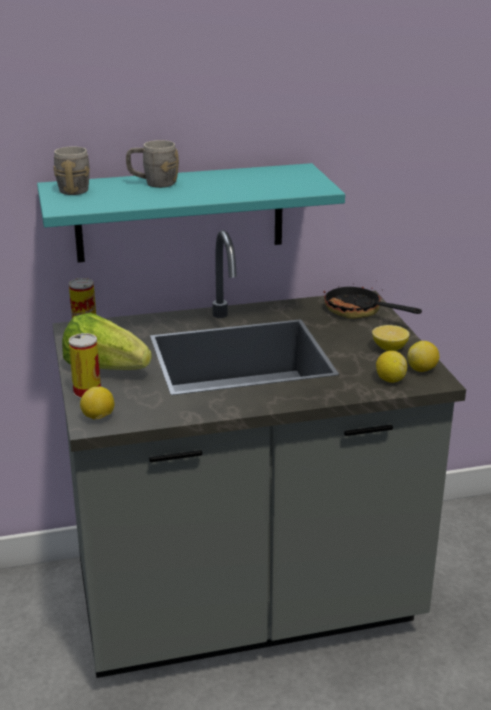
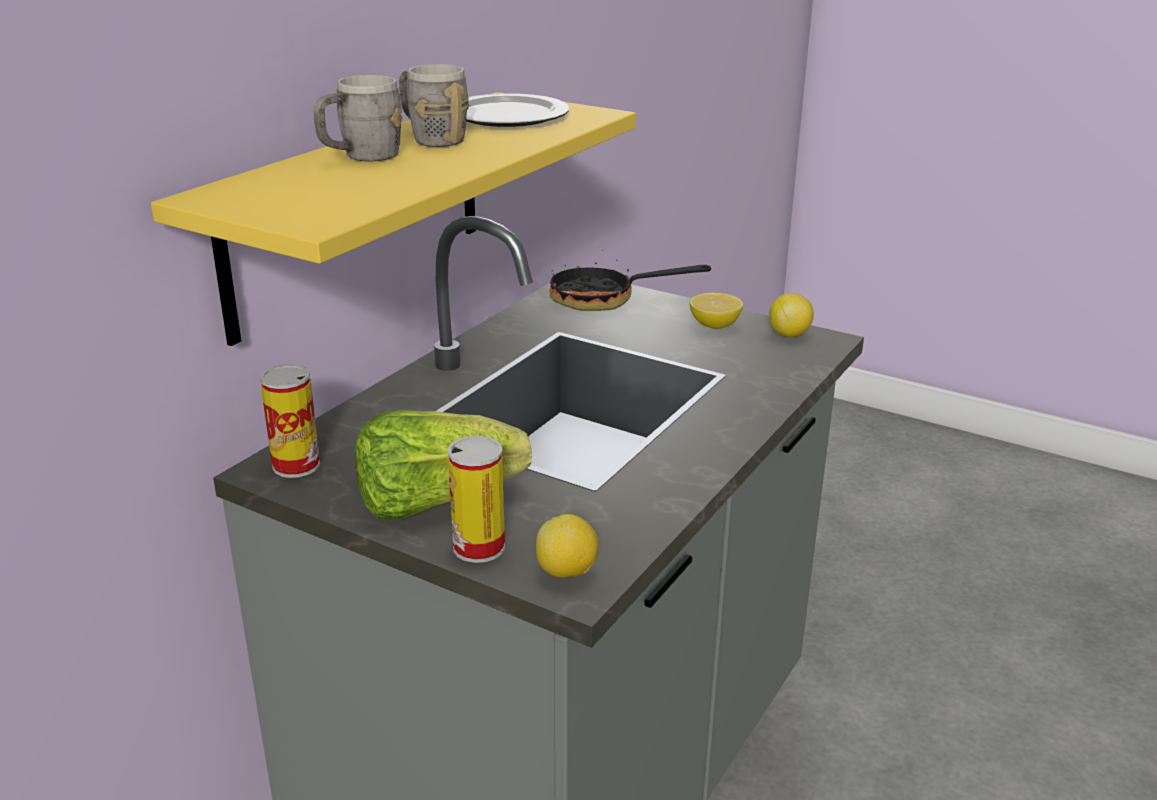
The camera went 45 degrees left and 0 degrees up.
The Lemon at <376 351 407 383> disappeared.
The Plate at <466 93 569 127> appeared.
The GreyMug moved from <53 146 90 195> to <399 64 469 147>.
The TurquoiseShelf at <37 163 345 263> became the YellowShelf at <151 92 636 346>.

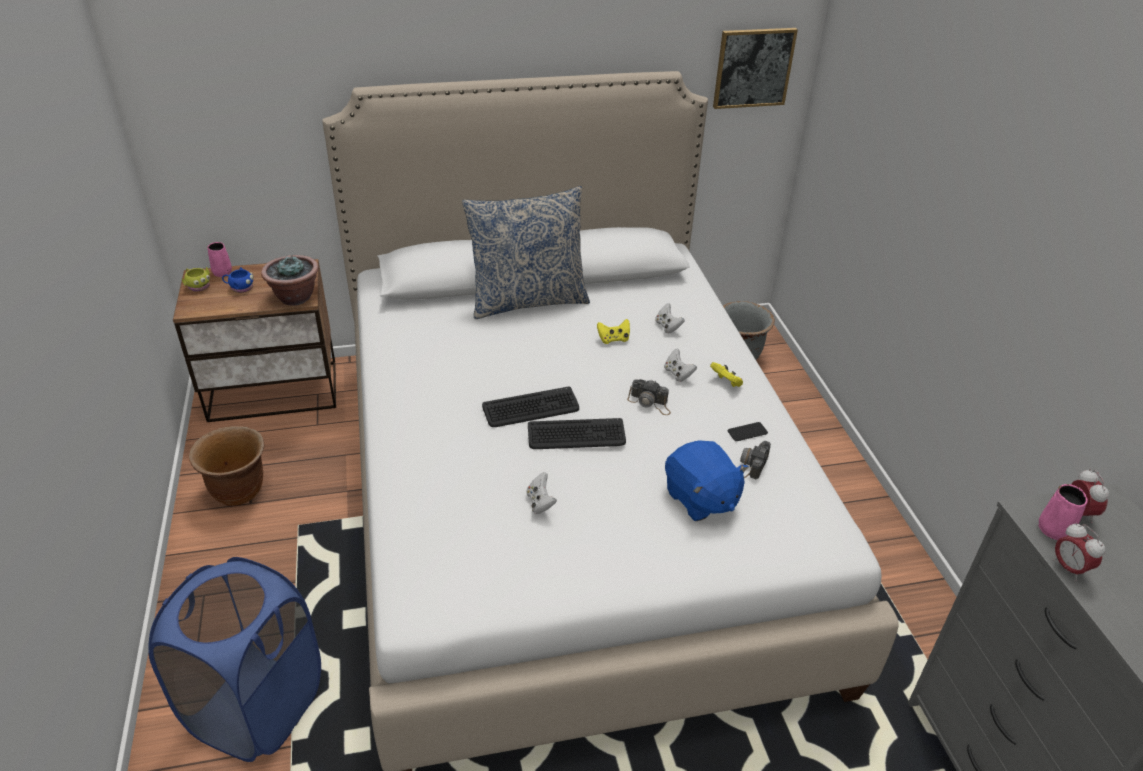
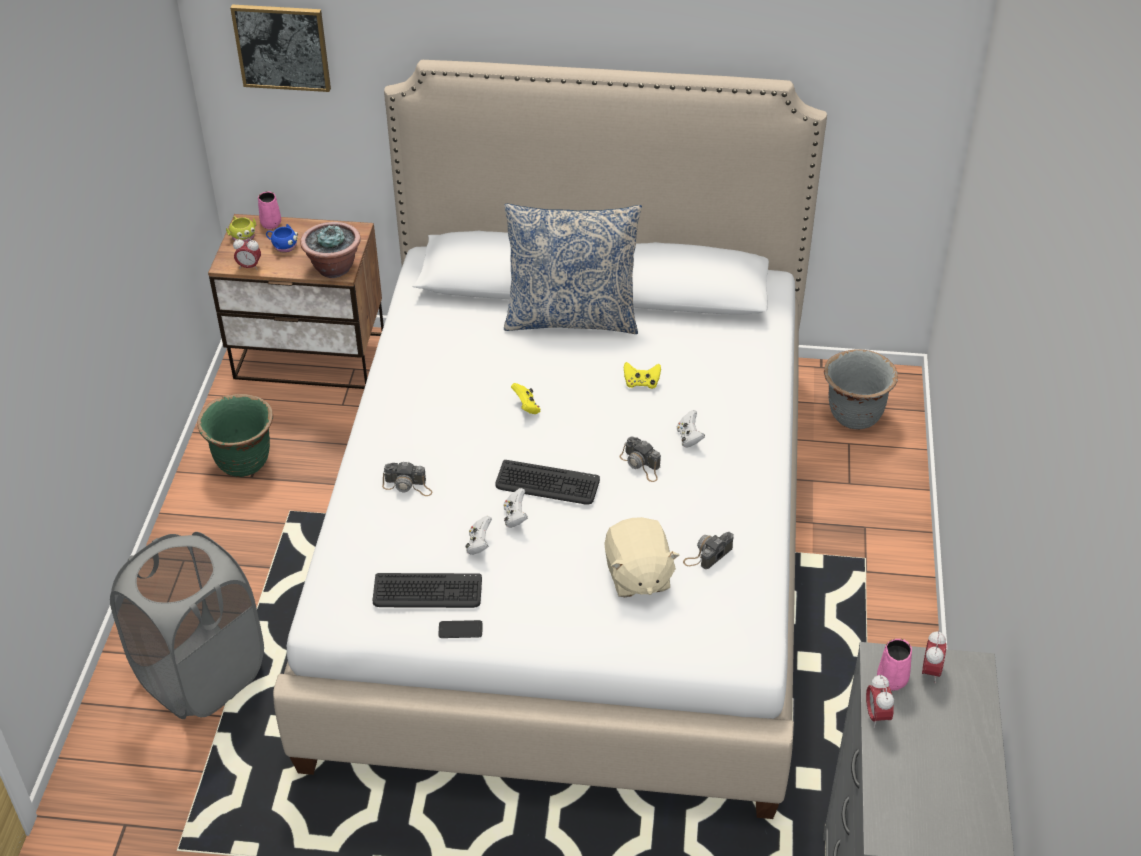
The camera went 20 degrees right and 5 degrees up.
The AlarmClock at <233 237 261 270> appeared.
The PhotoCamera at <382 461 432 496> appeared.
The Keyboard moved from <482 387 579 427> to <373 573 482 608>.
The WhiteGameController moved from <655 303 685 333> to <504 488 528 528>.
The YellowGameController moved from <710 362 743 387> to <511 383 540 414>.
The Picture moved from <713 28 798 109> to <230 5 331 92>.
The Phone moved from <728 422 768 441> to <438 620 483 638>.
The BlueLaundryBasket at <149 557 321 762> became the GreyLaundryBasket at <110 532 264 719>.
The BrownPlanter at <189 426 264 506> became the GreenPlanter at <197 394 273 477>.
The BluePlushToy at <665 441 749 521> became the BeigePlushToy at <604 517 680 597>.

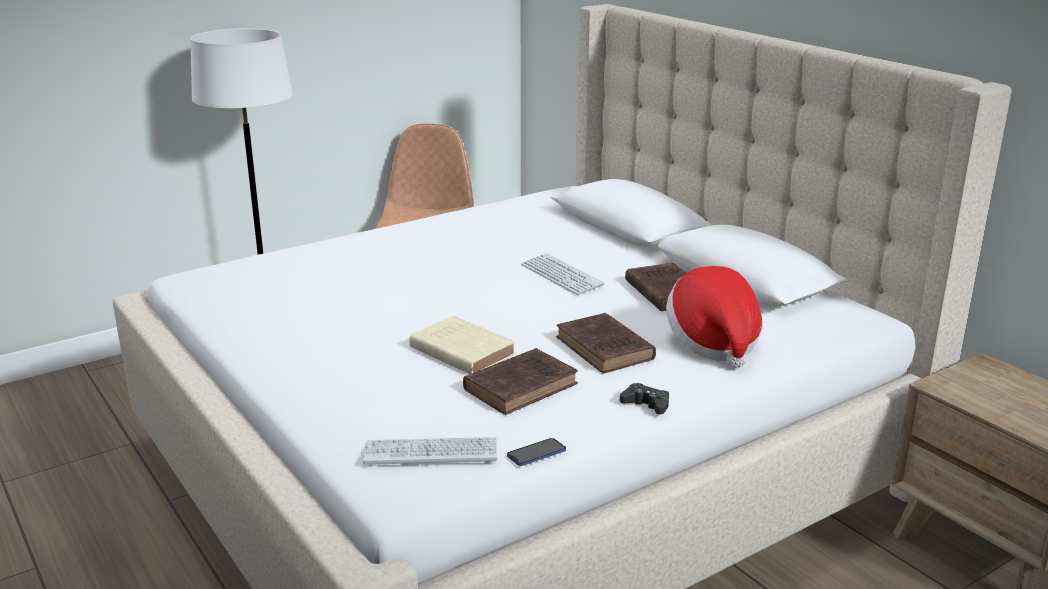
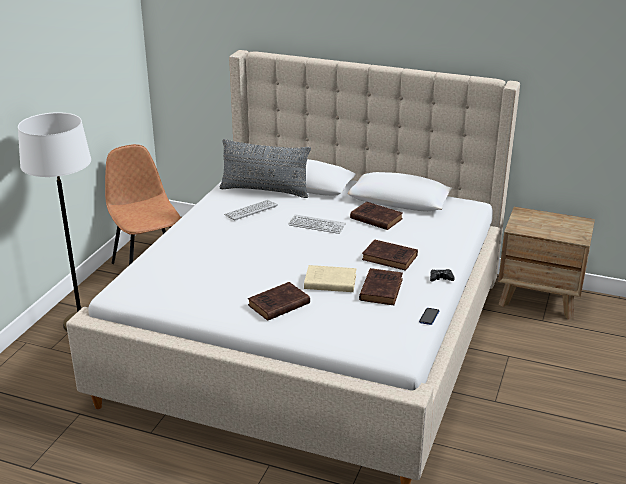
The camera went 35 degrees left and 5 degrees up.
The Hat at <666 266 763 368> disappeared.
The GreyPillow at <220 139 311 198> appeared.
The BrownBook at <248 282 310 321> appeared.
The Keyboard moved from <363 437 497 466> to <224 200 278 221>.

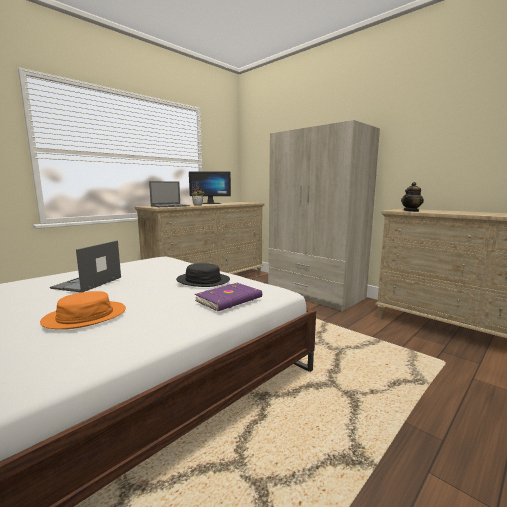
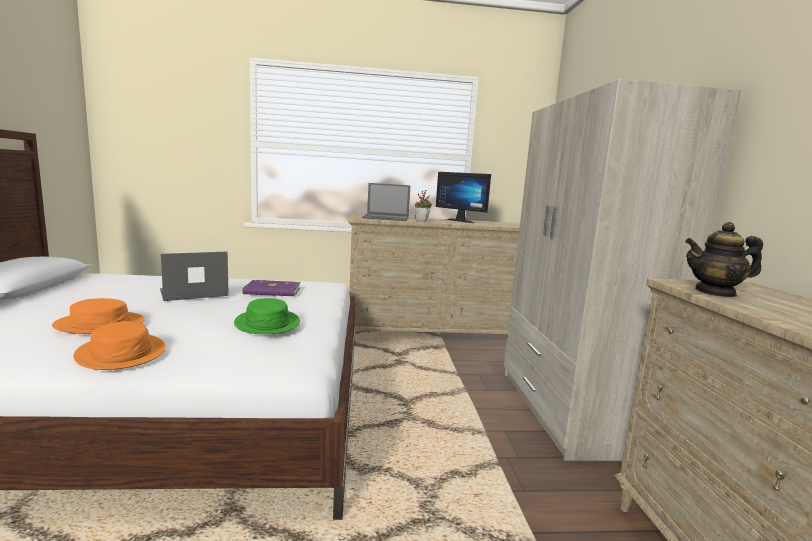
The camera went 40 degrees right and 0 degrees up.
The OrangeHat at <73 321 166 370> appeared.
The PurpleBook moved from <195 283 262 311> to <242 280 300 296>.
The BlackHat at <176 263 230 287> became the GreenHat at <234 298 300 334>.

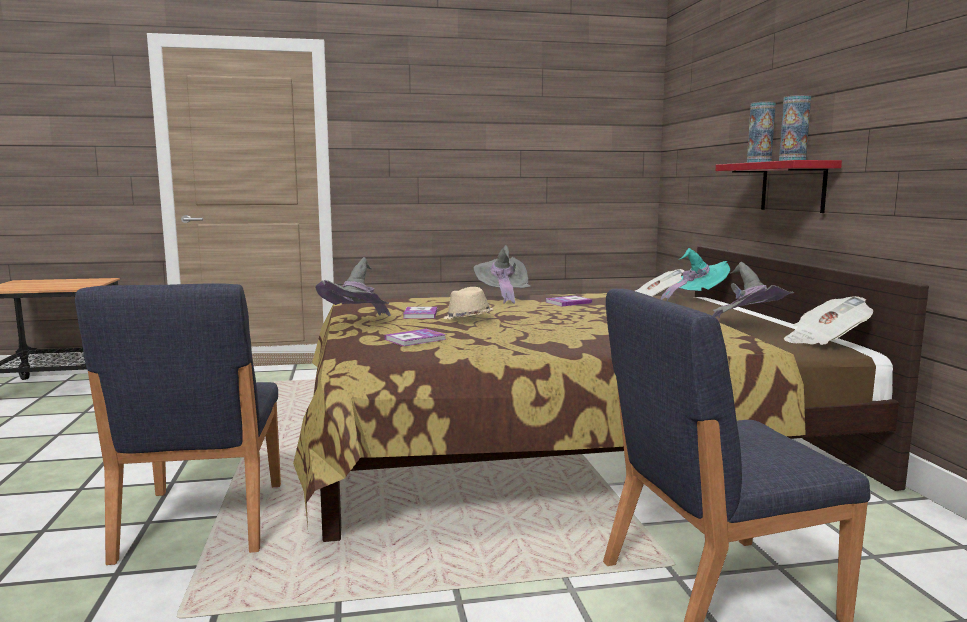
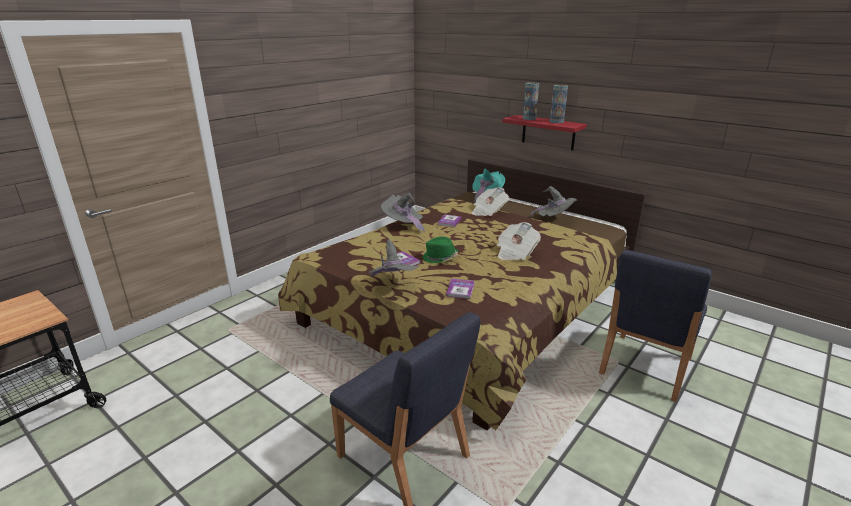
The camera went 40 degrees left and 15 degrees up.
The Newspaper moved from <784 296 873 345> to <497 222 541 260>.
The BeigeHat at <444 287 493 320> became the GreenHat at <422 236 458 263>.

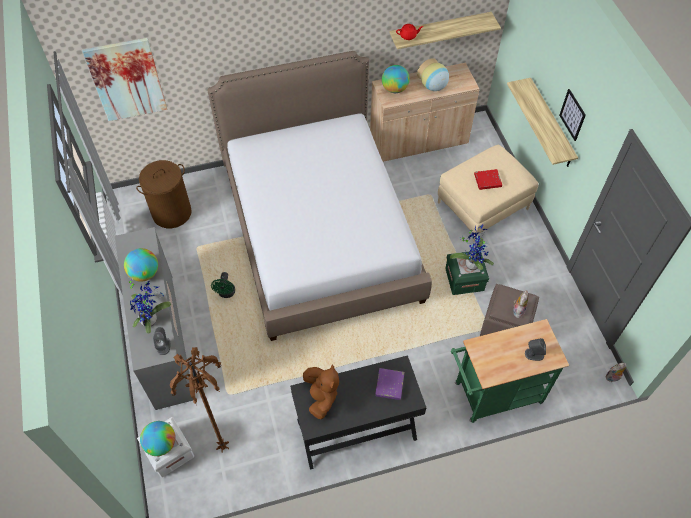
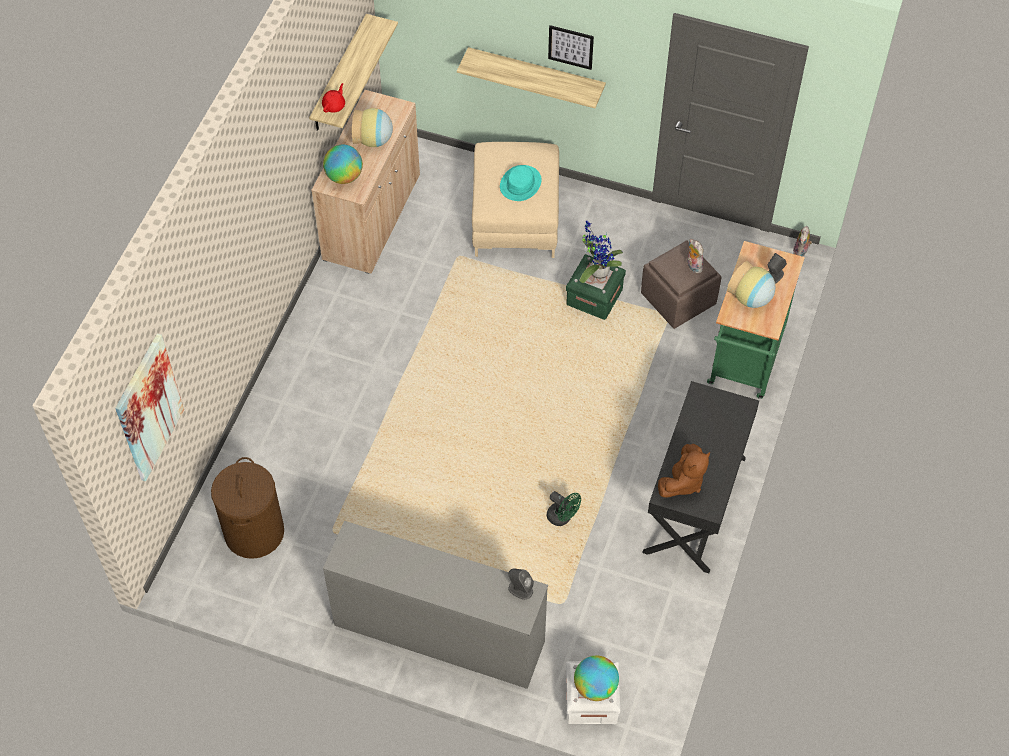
The camera went 55 degrees left and 0 degrees up.
The Globe at <124 248 158 282> disappeared.
The PottedPlant at <128 278 171 334> disappeared.
The BrownFloorLamp at <170 347 229 453> disappeared.
The Bed at <207 51 432 341> disappeared.
The PurpleBook at <375 368 405 400> disappeared.
The Vase at <727 261 775 308> appeared.
The GreenFan moved from <211 272 235 298> to <547 491 581 526>.
The RedBook at <474 169 502 190> was replaced by the TurquoiseHat at <500 165 542 201>.
The BrownPlushToy at <303 364 339 419> turned 105 degrees clockwise.

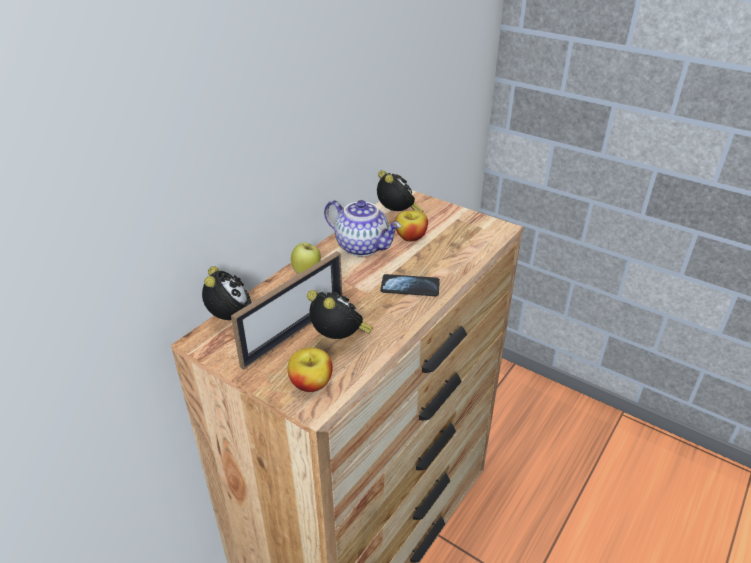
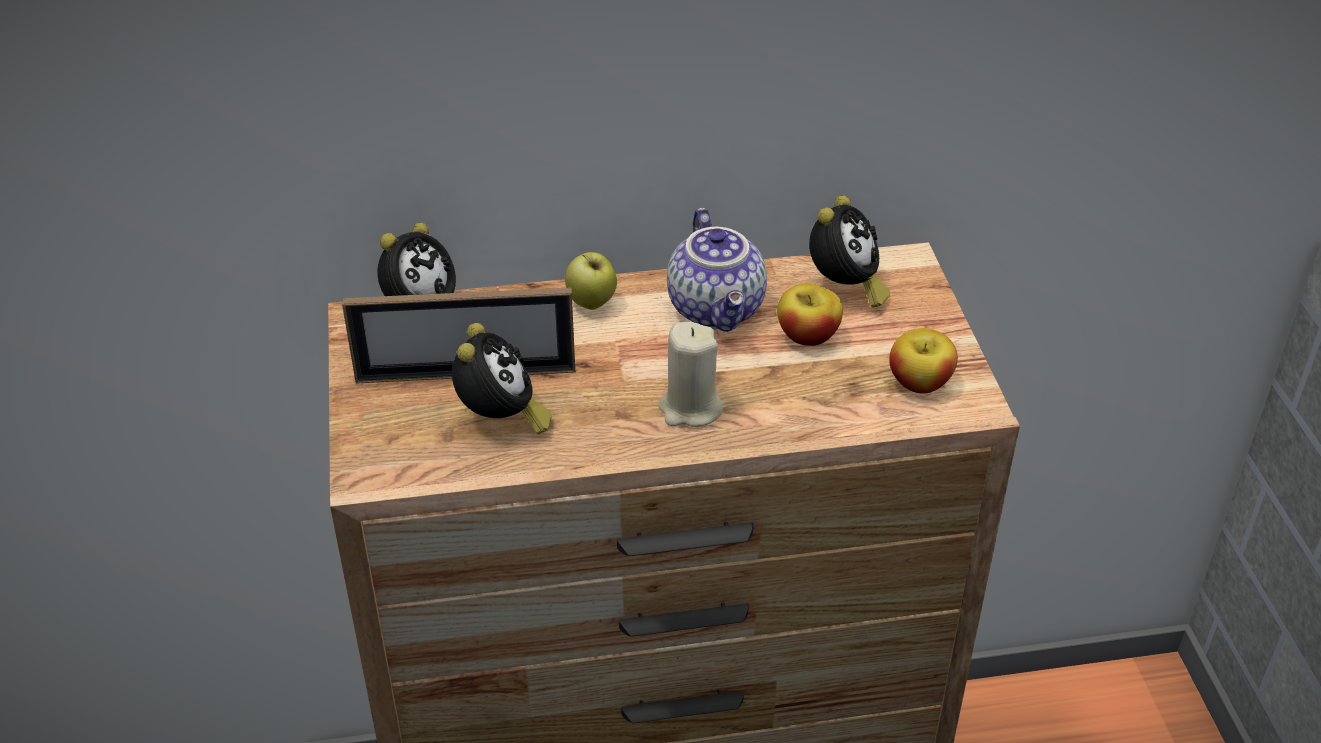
The camera went 45 degrees right and 5 degrees up.
The Apple moved from <287 347 333 392> to <889 328 958 394>.
The Phone at <380 274 440 296> was replaced by the BeigeCandle at <659 322 723 427>.

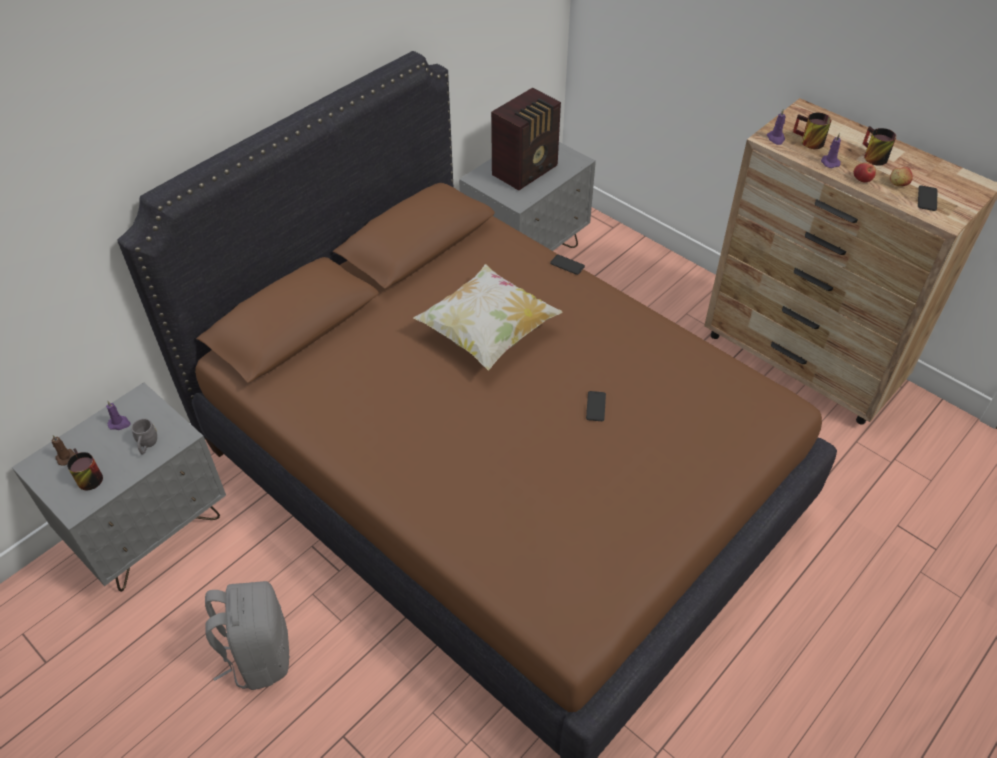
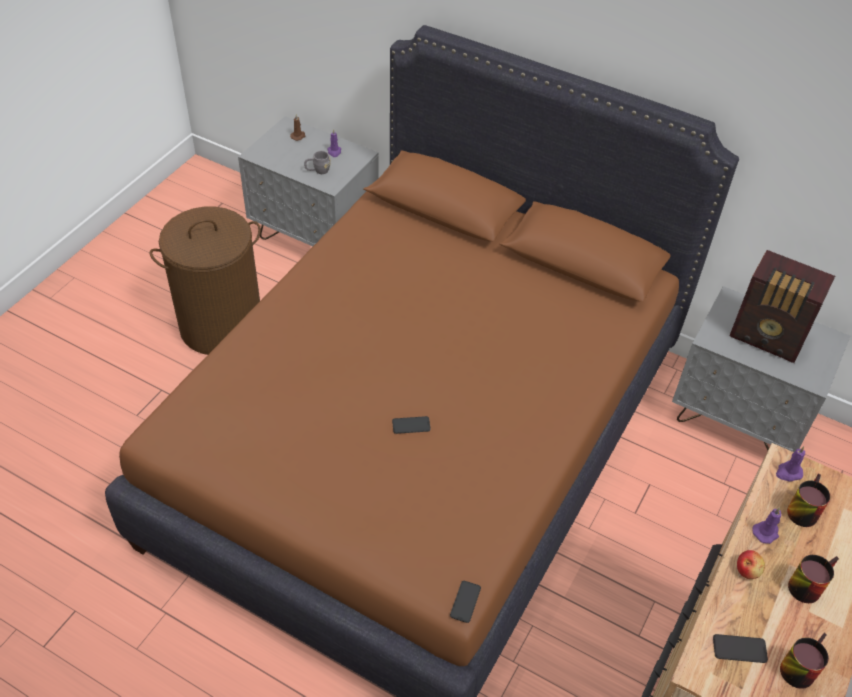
The camera went 75 degrees right and 0 degrees up.
The Pillow at <414 264 563 371> disappeared.
The Apple at <890 167 913 186> disappeared.
The Mug moved from <67 448 103 490> to <780 633 829 689>.
The Phone moved from <550 255 585 275> to <450 581 481 623>.
The GreyBackpack at <205 581 290 690> was replaced by the BrownLaundryBasket at <150 206 261 355>.

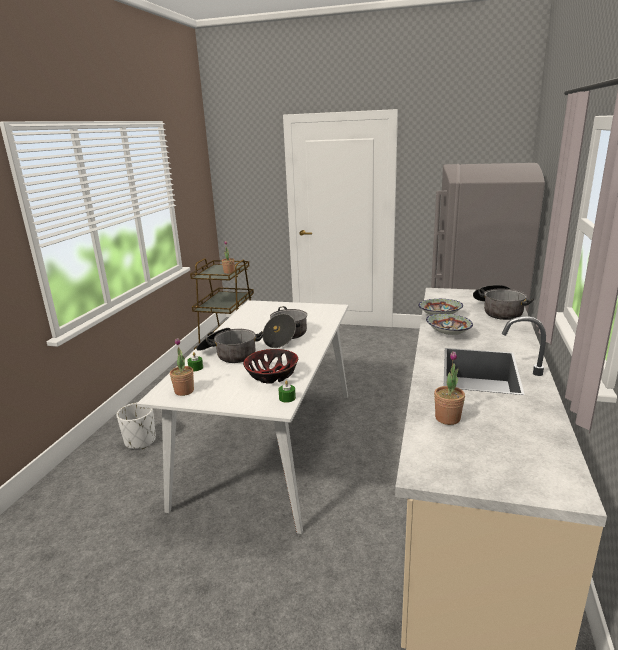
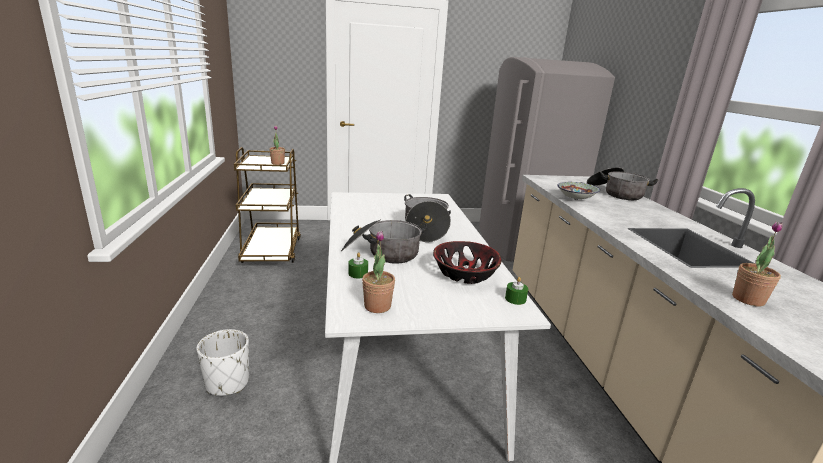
The camera went 25 degrees left and 0 degrees up.
The Bowl at <426 313 473 335> disappeared.

